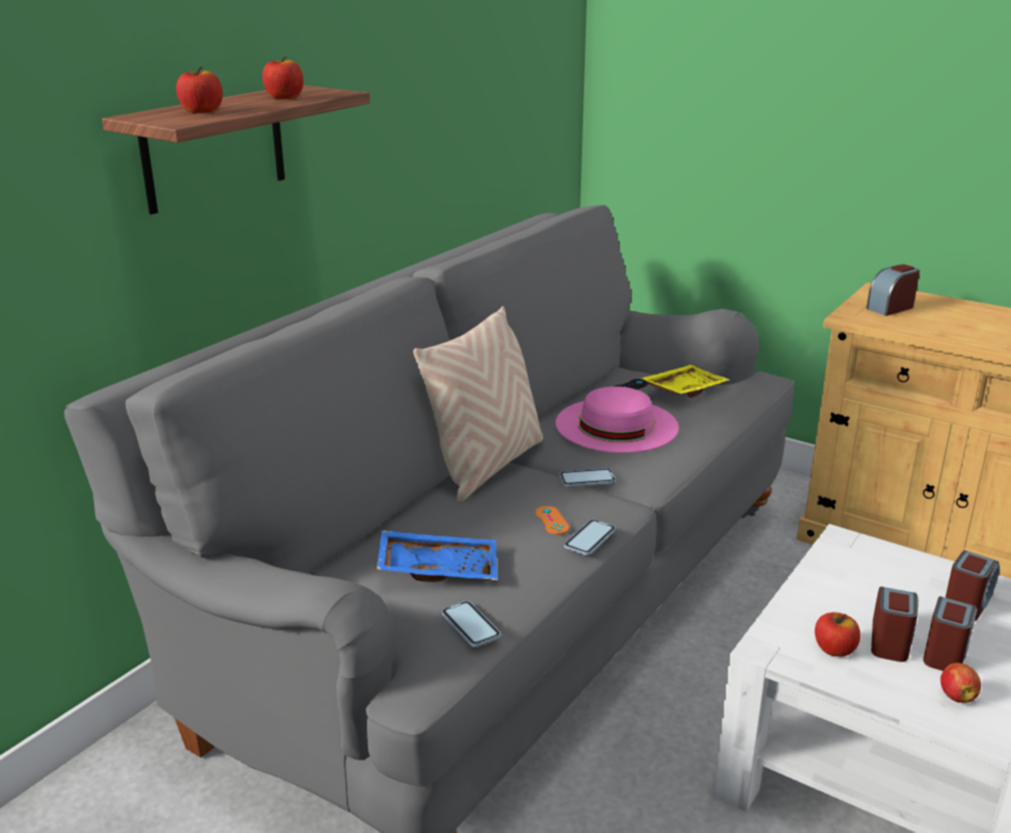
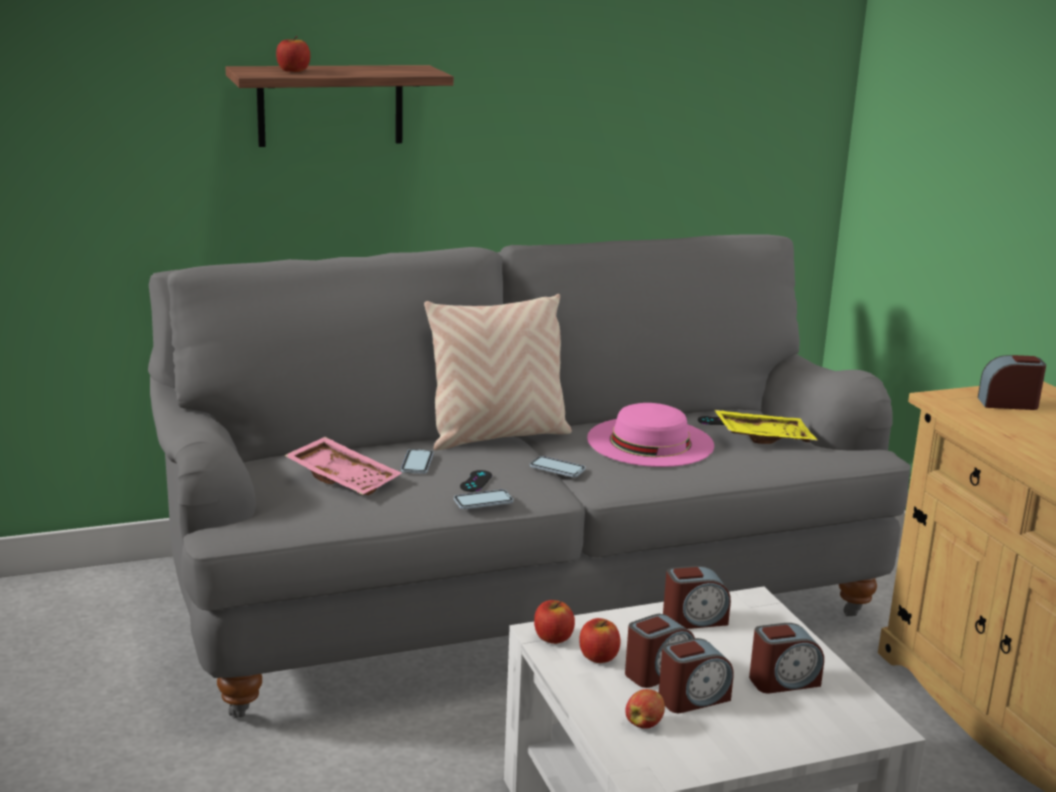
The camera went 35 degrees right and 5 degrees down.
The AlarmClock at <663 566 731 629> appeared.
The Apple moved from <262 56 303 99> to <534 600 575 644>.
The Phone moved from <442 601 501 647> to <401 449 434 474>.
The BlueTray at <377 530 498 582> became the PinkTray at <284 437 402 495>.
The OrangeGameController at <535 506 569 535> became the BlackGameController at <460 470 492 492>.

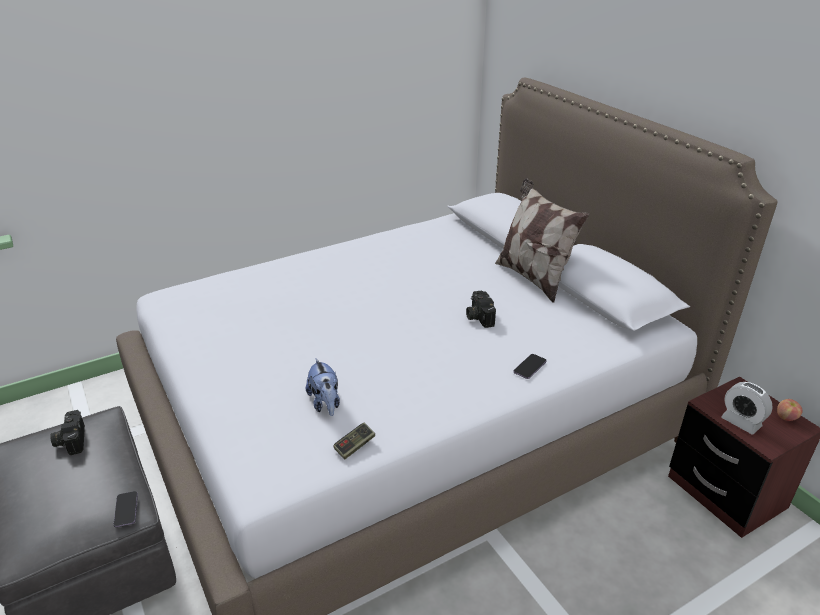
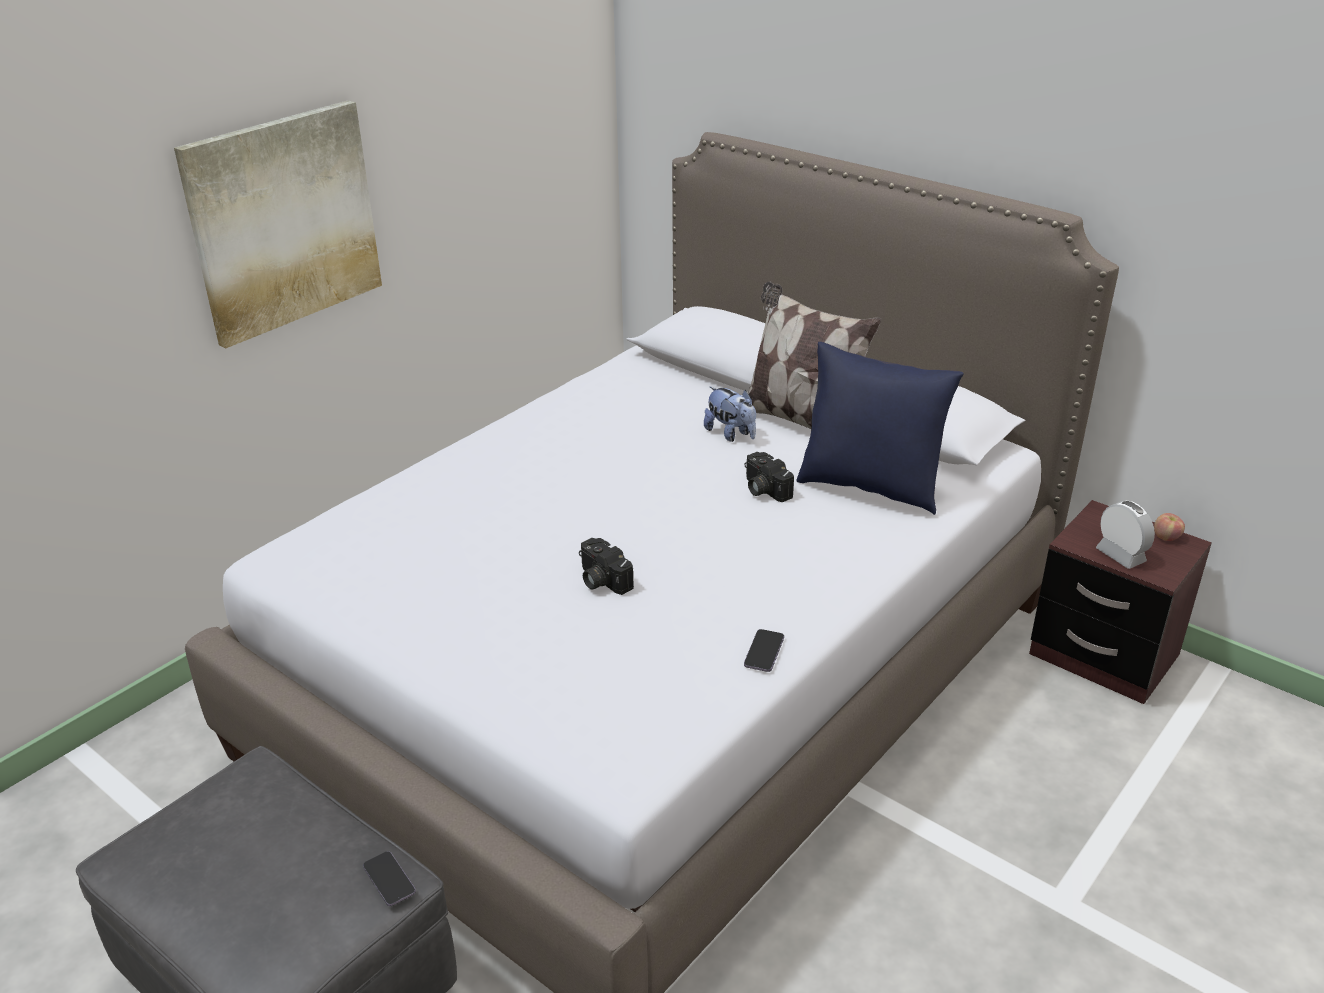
The camera went 20 degrees left and 0 degrees up.
The GameController at <333 423 375 460> disappeared.
The Picture at <174 100 382 348> appeared.
The BluePillow at <796 342 964 515> appeared.
The PhotoCamera moved from <50 410 85 455> to <579 538 634 595>.
The PlushToy moved from <306 358 340 416> to <704 387 756 442>.
The Phone moved from <513 354 547 379> to <744 629 784 672>.
The AlarmClock at <721 382 773 434> turned 150 degrees counterclockwise.

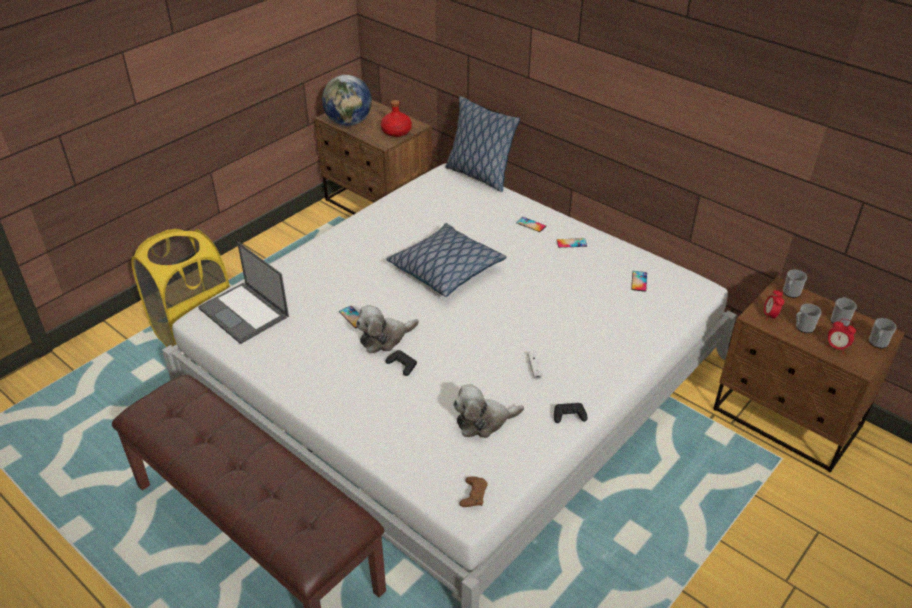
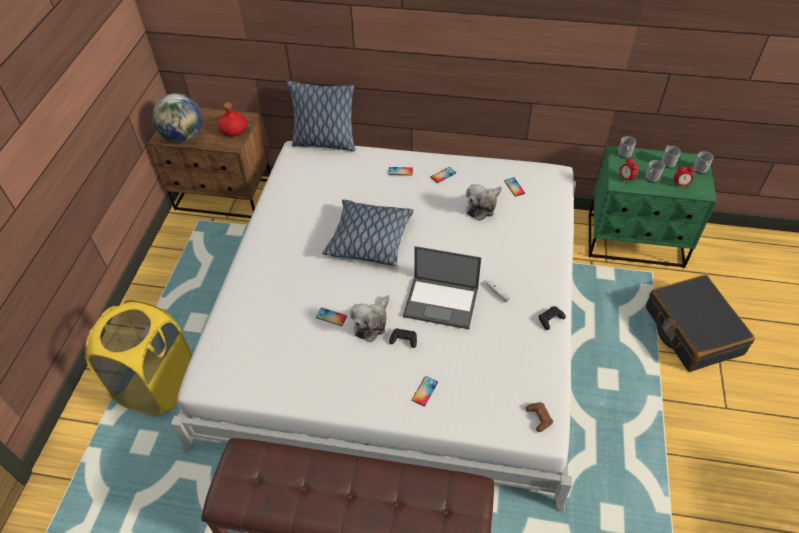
The camera went 30 degrees left and 10 degrees up.
The Phone at <412 376 438 406> appeared.
The BlackSuitcase at <646 275 755 372> appeared.
The Laptop moved from <198 242 289 344> to <403 246 481 329>.
The PlushToy moved from <453 384 524 438> to <466 184 502 221>.
The BrownNightstand at <713 277 905 473> became the GreenNightstand at <588 145 717 268>.

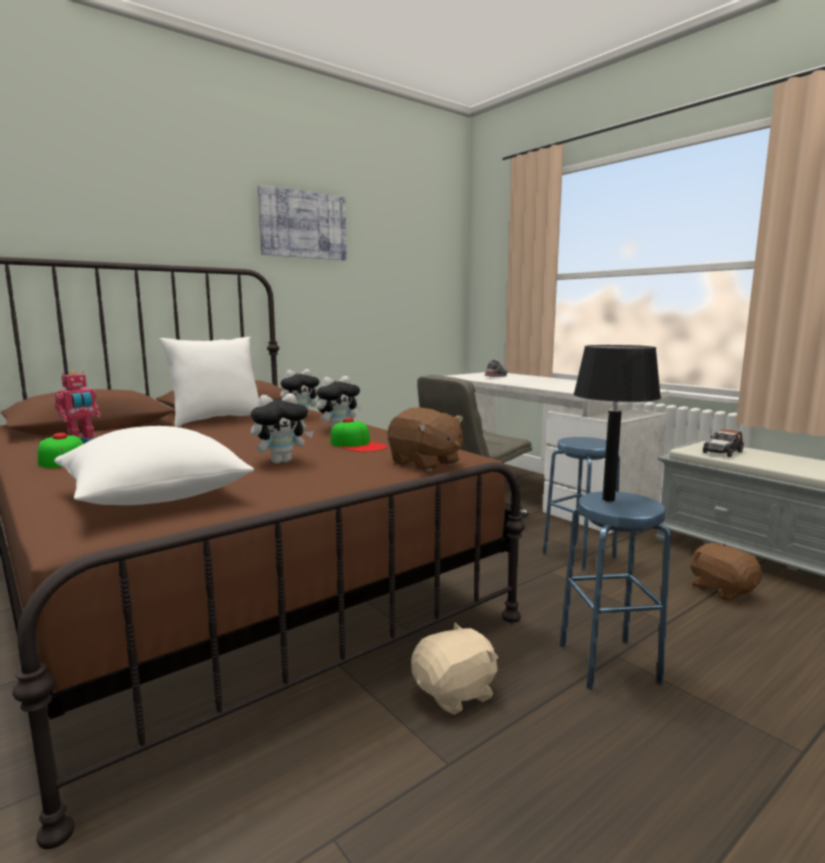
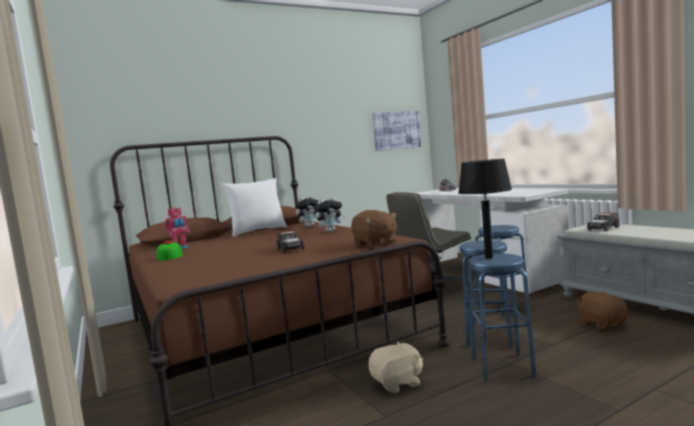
The camera went 10 degrees right and 5 degrees down.
The WhitePillow at <54 426 254 505> disappeared.
The Cap at <330 418 387 452> disappeared.
The BlueStool at <460 240 513 348> appeared.
The Picture moved from <258 185 347 260> to <372 111 422 151>.
The PlushToy at <251 393 314 464> was replaced by the ToyCar at <277 230 304 253>.

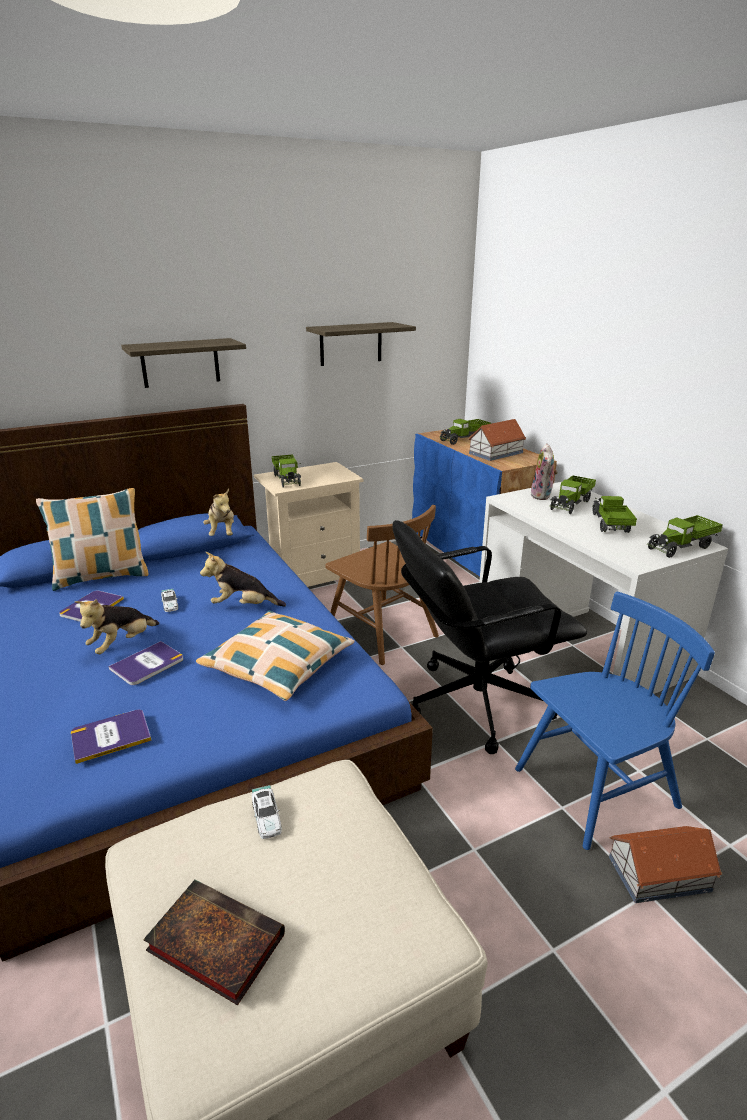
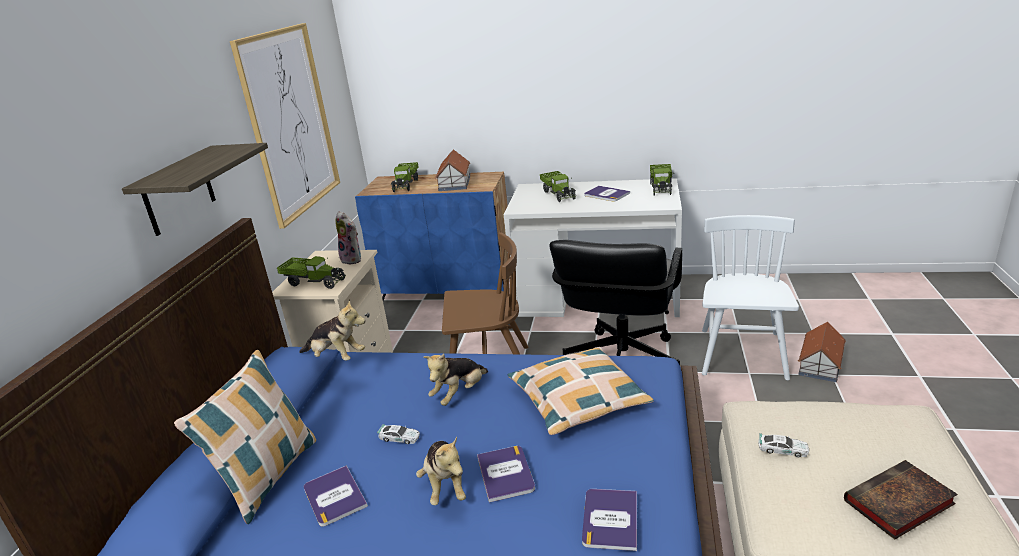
The camera went 50 degrees left and 0 degrees up.
The PlushToy moved from <531 443 558 500> to <335 211 361 265>.
The Shelf at <306 322 416 366> was replaced by the Picture at <230 23 340 229>.
The ToyTruck at <593 496 637 533> was replaced by the Book at <584 186 630 202>.
The BlueChair at <515 592 715 850> became the WhiteChair at <702 215 799 380>.

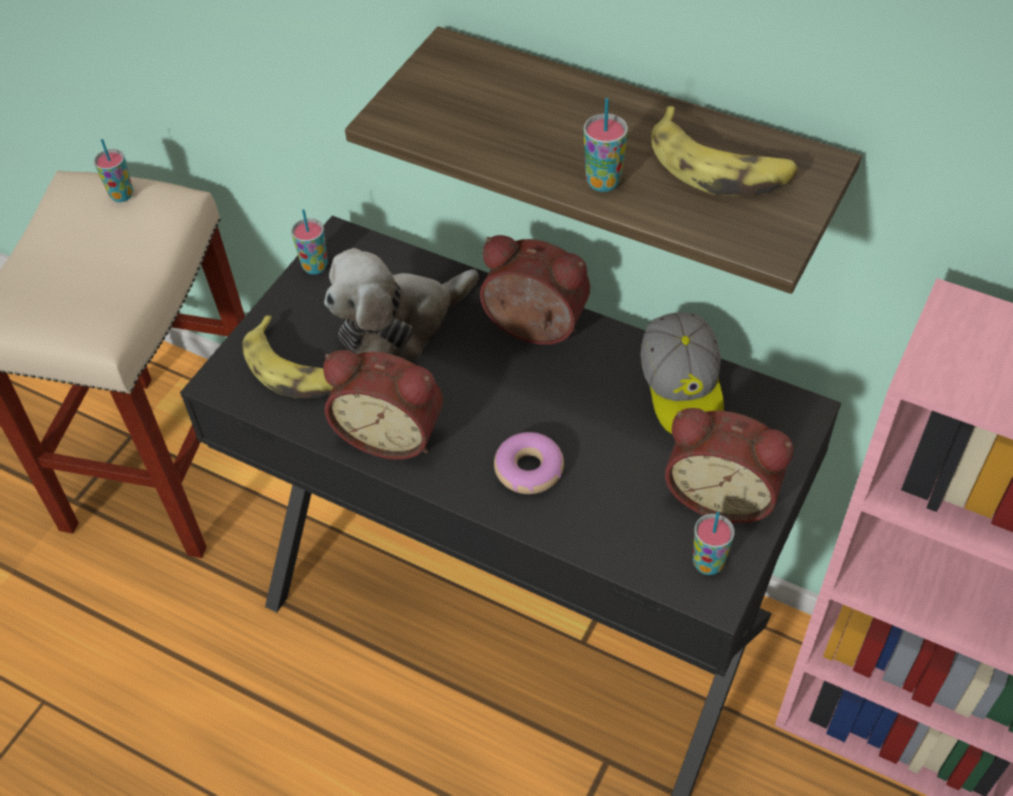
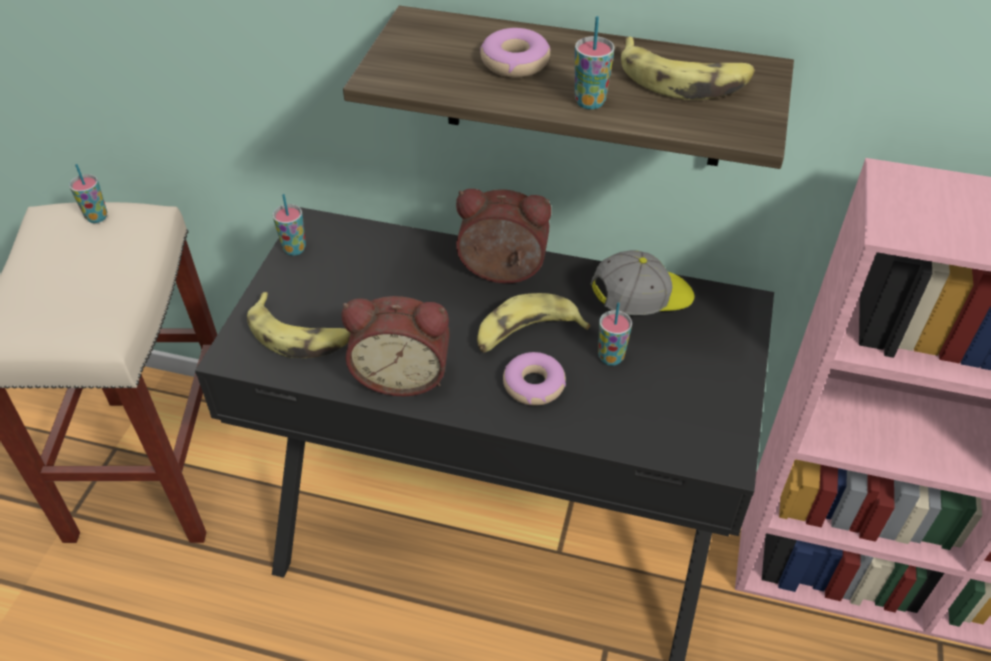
The camera went 15 degrees left and 5 degrees down.
The PlushToy at <324 248 479 360> disappeared.
The AlarmClock at <665 408 794 523> disappeared.
The Banana at <477 293 590 353> appeared.
The Donut at <480 28 551 77> appeared.
The Cup moved from <693 511 735 575> to <598 302 632 366>.
The Cap at <640 312 724 434> turned 90 degrees counterclockwise.

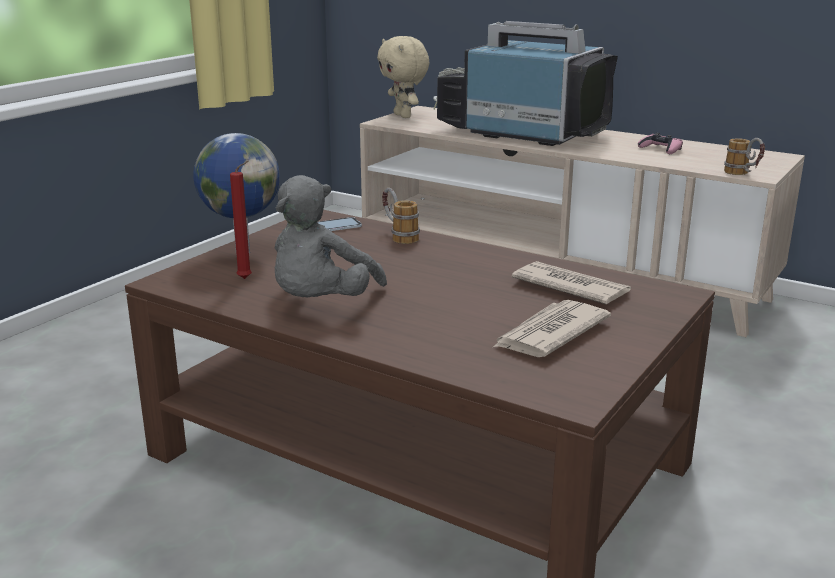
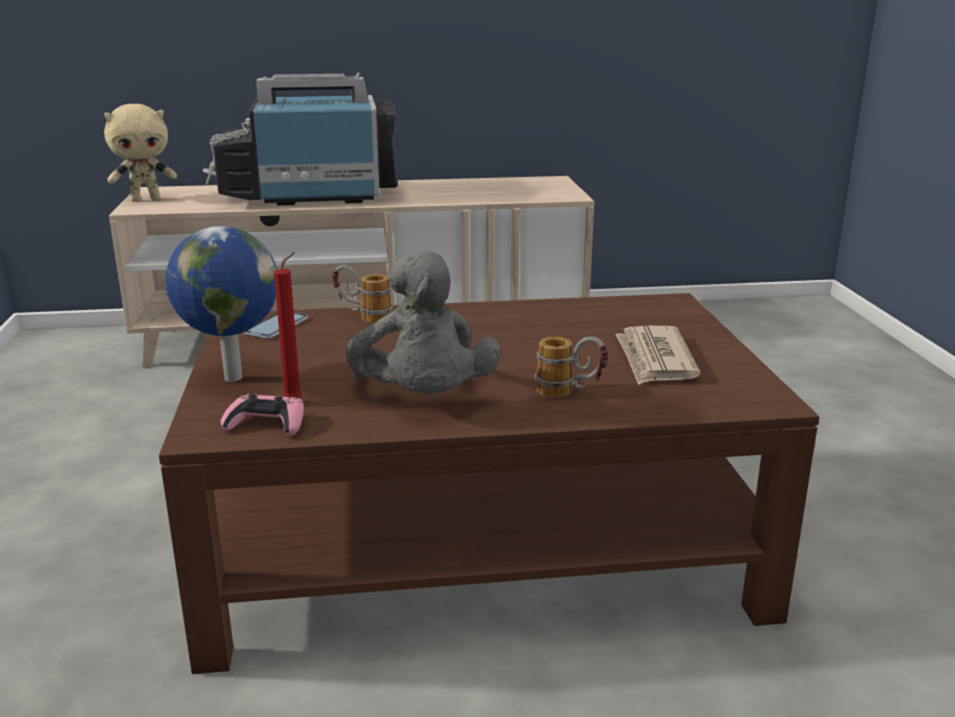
The camera went 40 degrees left and 0 degrees up.
The Newspaper at <512 261 631 304> disappeared.
The PinkGameController moved from <638 133 683 154> to <220 394 304 436>.
The Mug moved from <724 138 765 175> to <535 336 608 397>.
The BeigePlushToy at <377 36 429 118> turned 45 degrees counterclockwise.

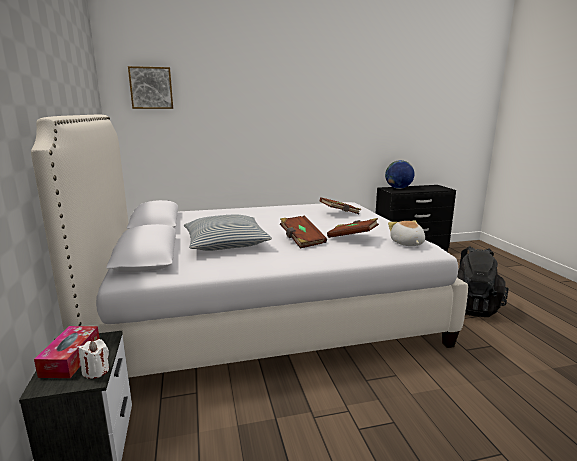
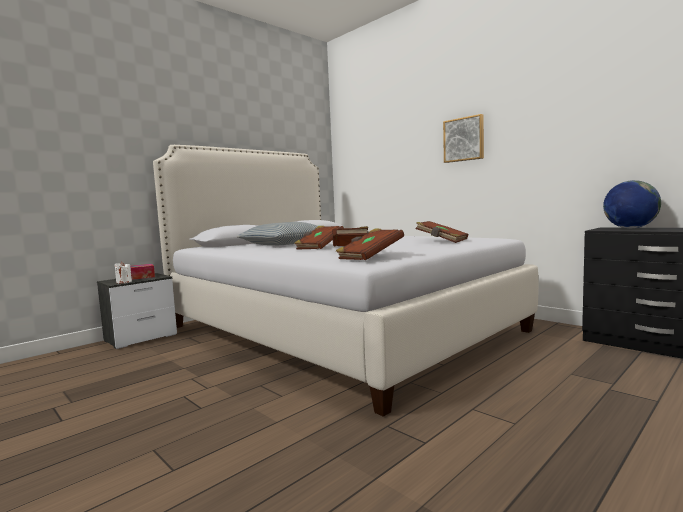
The camera went 60 degrees right and 10 degrees down.
The BlackBackpack at <457 246 509 317> disappeared.
The Picture moved from <128 66 173 109> to <443 114 484 163>.
The PlushToy at <388 220 425 246> was replaced by the BrownBook at <336 228 404 260>.

